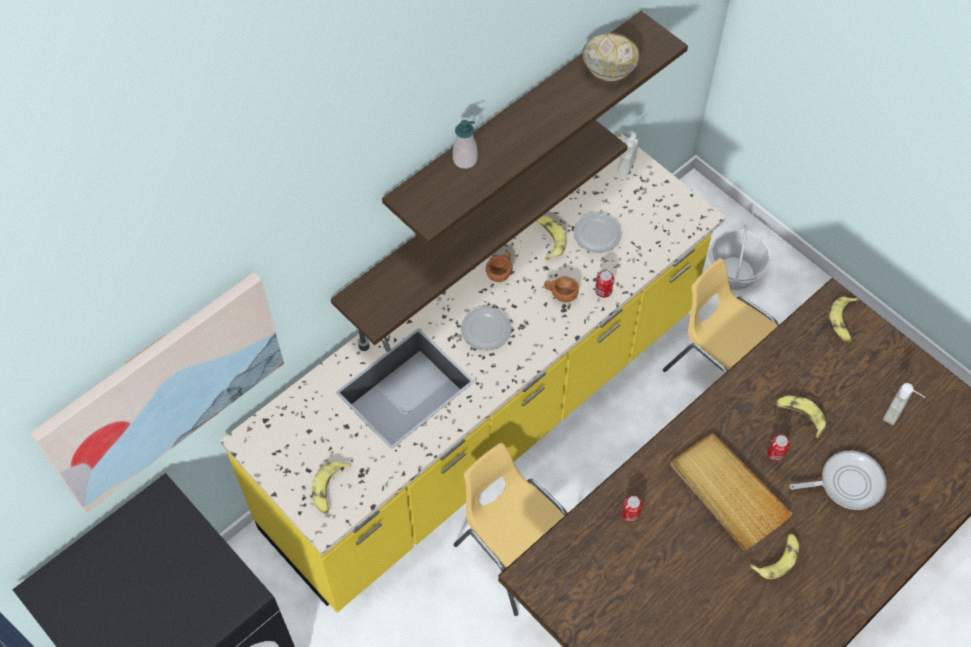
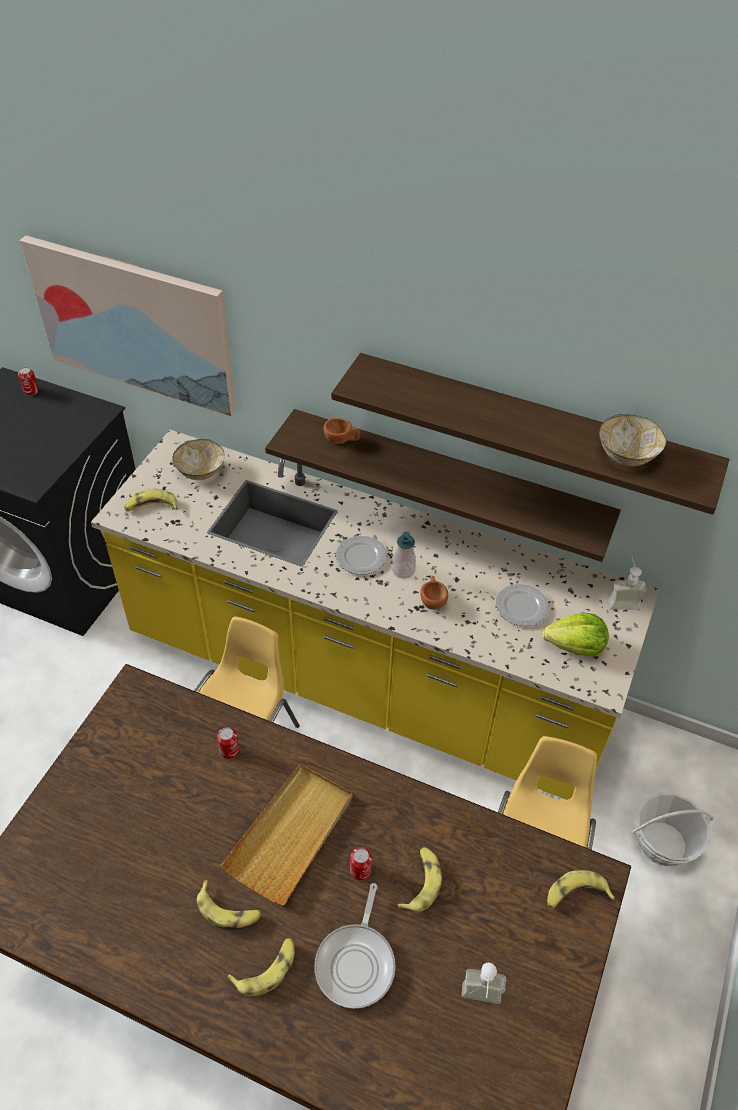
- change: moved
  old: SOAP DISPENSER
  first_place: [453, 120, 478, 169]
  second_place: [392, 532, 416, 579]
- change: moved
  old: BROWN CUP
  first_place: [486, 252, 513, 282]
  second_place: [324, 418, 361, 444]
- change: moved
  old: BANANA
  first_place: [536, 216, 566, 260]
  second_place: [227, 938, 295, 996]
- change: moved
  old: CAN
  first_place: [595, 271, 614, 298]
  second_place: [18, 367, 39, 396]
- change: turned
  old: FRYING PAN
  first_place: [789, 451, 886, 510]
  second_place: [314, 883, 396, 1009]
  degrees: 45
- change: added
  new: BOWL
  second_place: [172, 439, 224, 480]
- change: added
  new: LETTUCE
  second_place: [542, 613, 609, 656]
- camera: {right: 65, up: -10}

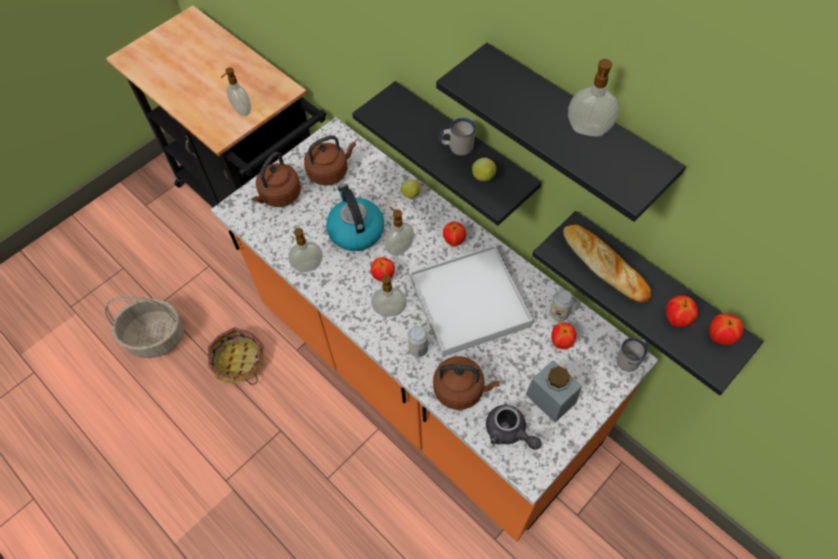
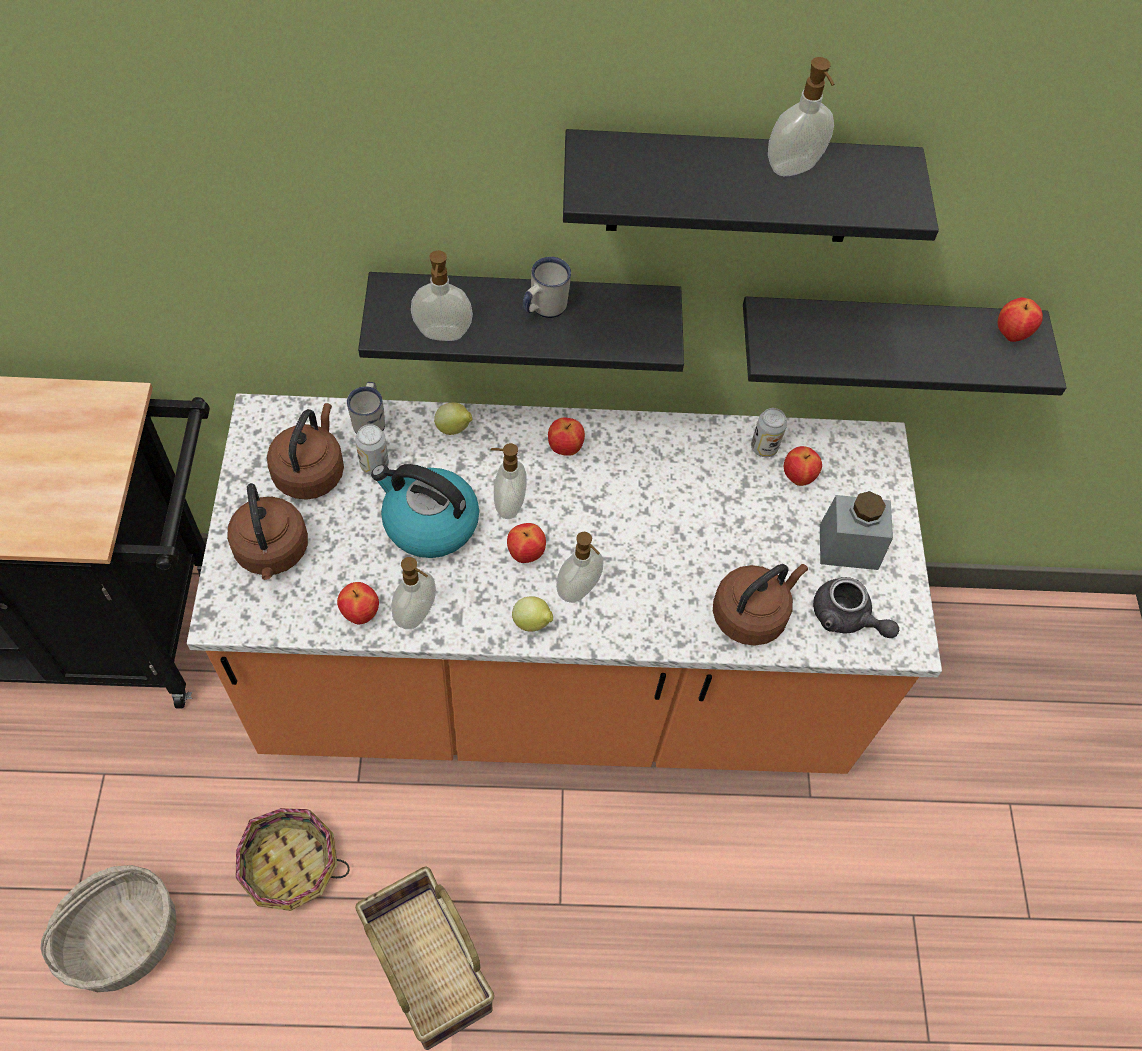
- change: moved
  old: SOAP DISPENSER
  first_place: [221, 67, 251, 116]
  second_place: [411, 250, 473, 341]
- change: moved
  old: CAN
  first_place: [408, 326, 428, 357]
  second_place: [355, 424, 389, 475]
- change: removed
  old: WHITE TRAY
  first_place: [410, 245, 532, 357]
- change: moved
  old: LEMON
  first_place: [472, 158, 496, 181]
  second_place: [512, 596, 553, 631]
- change: turned
  old: GREY TEAPOT
  first_place: [486, 405, 542, 450]
  second_place: [813, 577, 899, 638]
  degrees: 45
- change: removed
  old: BREAD
  first_place: [563, 224, 651, 303]
- change: moved
  old: WHITE MUG
  first_place: [617, 337, 648, 371]
  second_place: [347, 382, 385, 434]
- change: moved
  old: APPLE
  first_place: [666, 295, 698, 327]
  second_place: [337, 582, 379, 624]
- change: added
  new: BASKET
  second_place: [355, 866, 495, 1050]
- camera: {right: -50, up: 0}

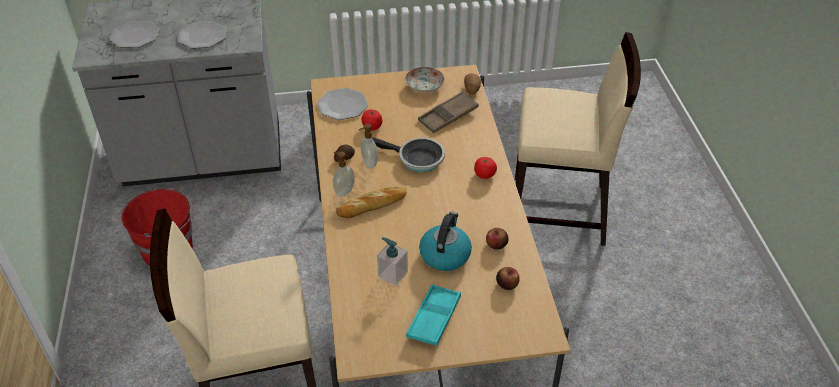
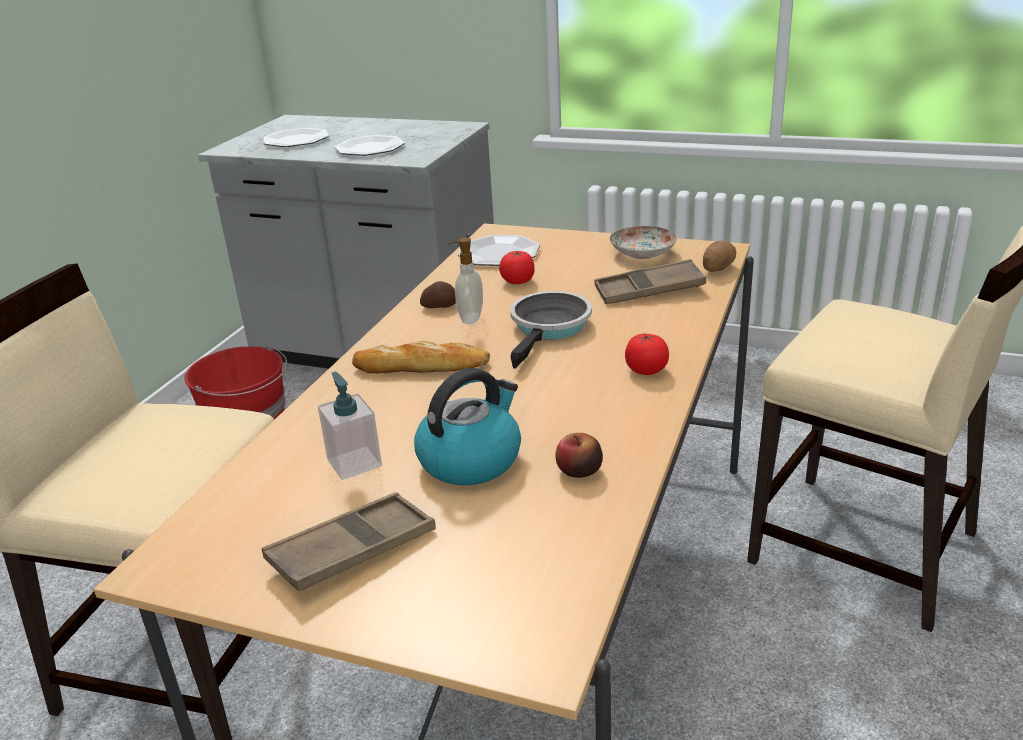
- change: removed
  old: SOAP DISPENSER
  first_place: [333, 152, 355, 197]
- change: turned
  old: FRYING PAN
  first_place: [372, 137, 445, 172]
  second_place: [510, 291, 592, 369]
  degrees: -120
- change: recoloured
  old: TURQUOISE TRAY
  new: BROWN TRAY
  first_place: [406, 284, 461, 346]
  second_place: [262, 492, 436, 591]
- change: removed
  old: APPLE
  first_place: [496, 267, 520, 290]
- camera: {right: 30, up: -15}

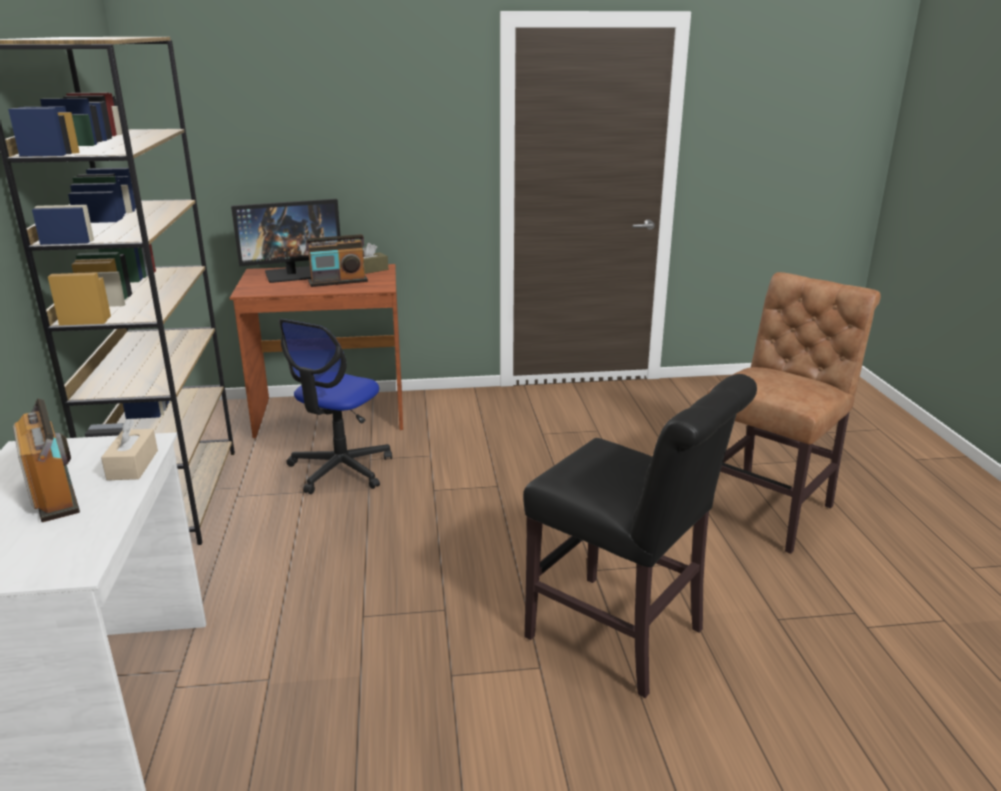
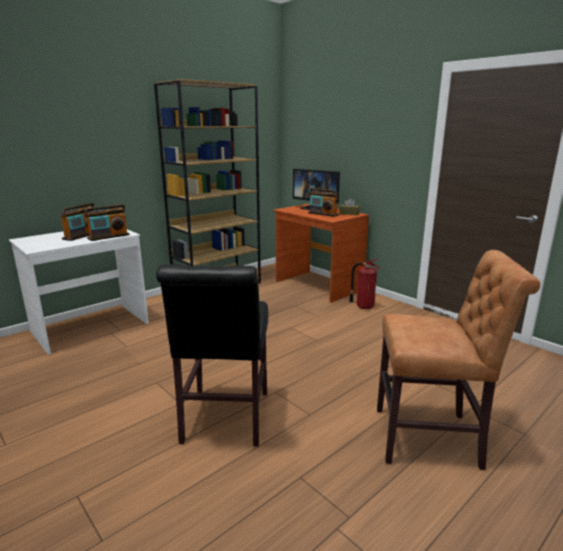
- change: replaced
  old: BEIGE TISSUE BOX
  new: RADIO
  first_place: [101, 419, 158, 480]
  second_place: [85, 204, 130, 241]
- change: removed
  old: OFFICE CHAIR
  first_place: [279, 319, 392, 494]
- change: added
  new: FIRE EXTINGUISHER
  second_place: [349, 259, 380, 309]
- camera: {right: 55, up: -5}

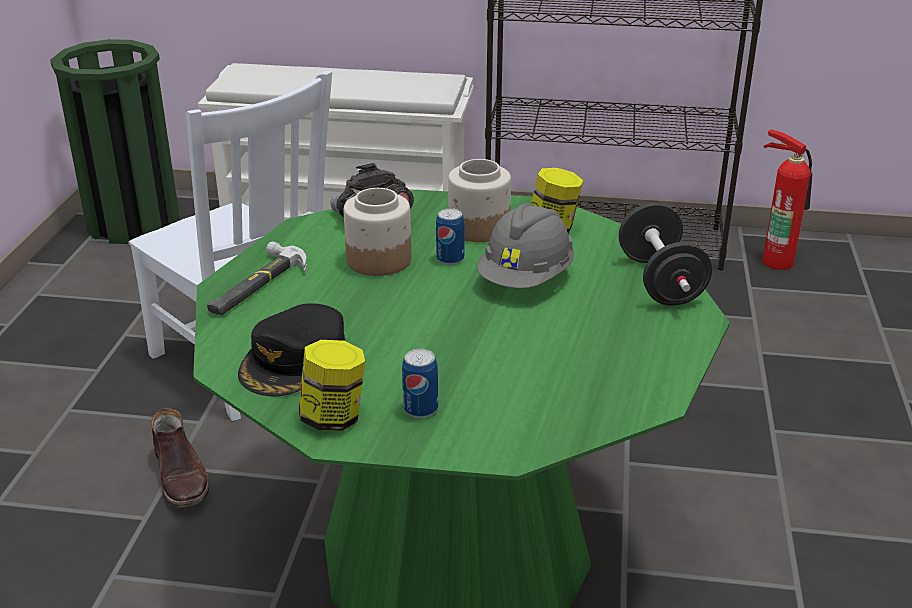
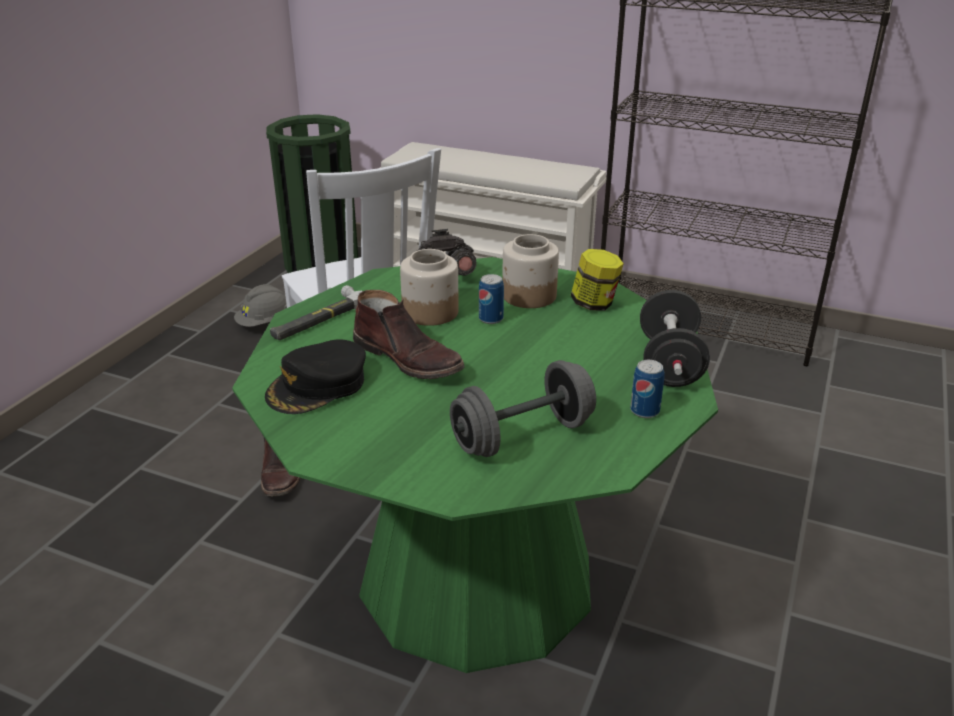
- change: removed
  old: JAR
  first_place: [299, 340, 365, 431]
- change: moved
  old: CAN
  first_place: [402, 349, 438, 418]
  second_place: [630, 360, 664, 418]
- change: moved
  old: GREY HARD HAT
  first_place: [477, 203, 574, 288]
  second_place: [234, 284, 287, 327]
- change: removed
  old: FIRE EXTINGUISHER
  first_place: [763, 129, 812, 270]
- change: added
  new: BROWN BOOT
  second_place: [353, 290, 465, 379]
- change: added
  new: GREY DUMBBELL
  second_place: [450, 360, 596, 457]
- camera: {right: 15, up: 0}

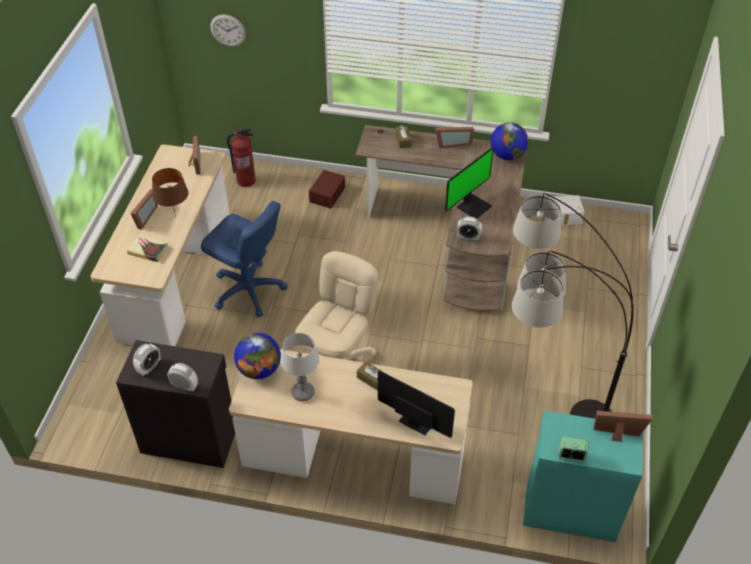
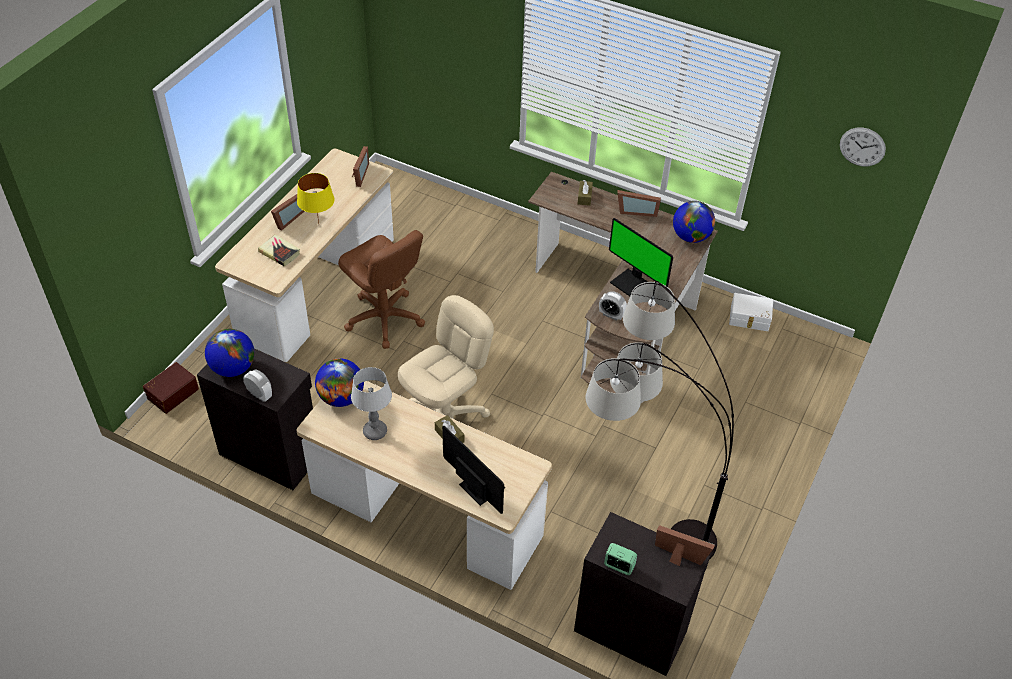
- change: replaced
  old: ALARM CLOCK
  new: GLOBE
  first_place: [133, 343, 161, 376]
  second_place: [205, 329, 254, 377]
- change: recoloured
  old: BROWN TABLE LAMP
  new: YELLOW TABLE LAMP
  first_place: [152, 168, 189, 218]
  second_place: [297, 173, 335, 223]
- change: recoloured
  old: BLUE OFFICE CHAIR
  new: BROWN OFFICE CHAIR
  first_place: [201, 201, 287, 317]
  second_place: [338, 230, 425, 349]
- change: moved
  old: WALL CLOCK
  first_place: [210, 15, 246, 46]
  second_place: [840, 127, 886, 166]
- change: removed
  old: FIRE EXTINGUISHER
  first_place: [227, 127, 256, 187]
- change: moved
  old: BROWN STORAGE BOX
  first_place: [309, 170, 345, 209]
  second_place: [143, 362, 199, 414]
- change: turned
  old: MONITOR
  first_place: [445, 148, 494, 219]
  second_place: [609, 218, 673, 296]
  degrees: 75
- change: recoloured
  old: TURQUOISE CABINET
  new: BLACK CABINET
  first_place: [523, 410, 643, 542]
  second_place: [574, 512, 710, 676]
- camera: {right: 15, up: 0}

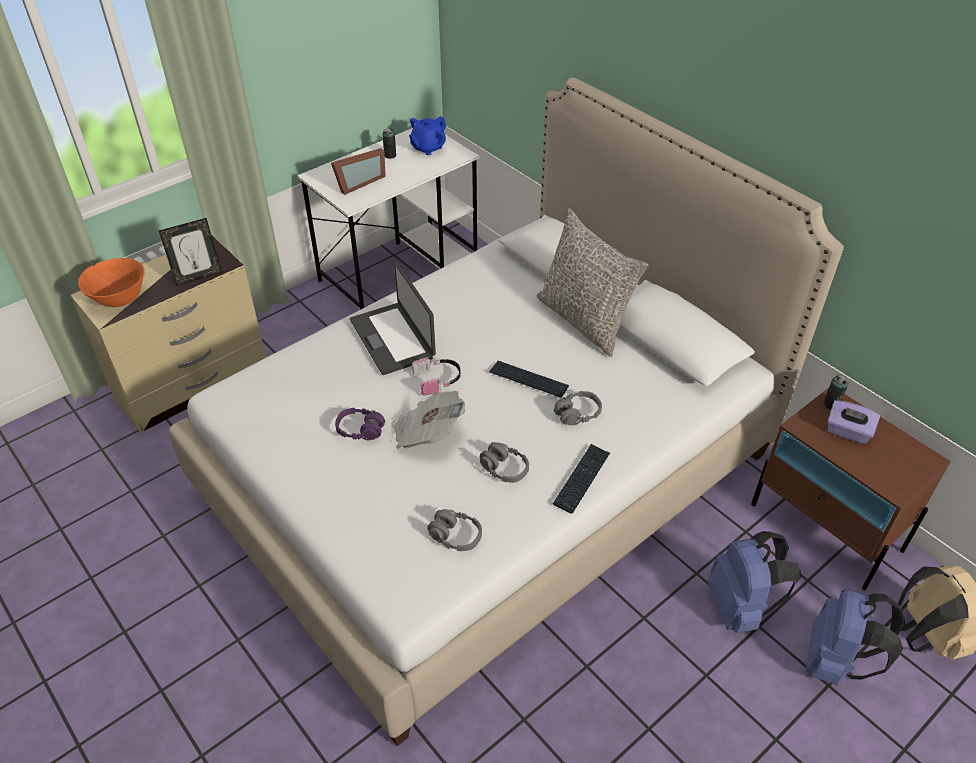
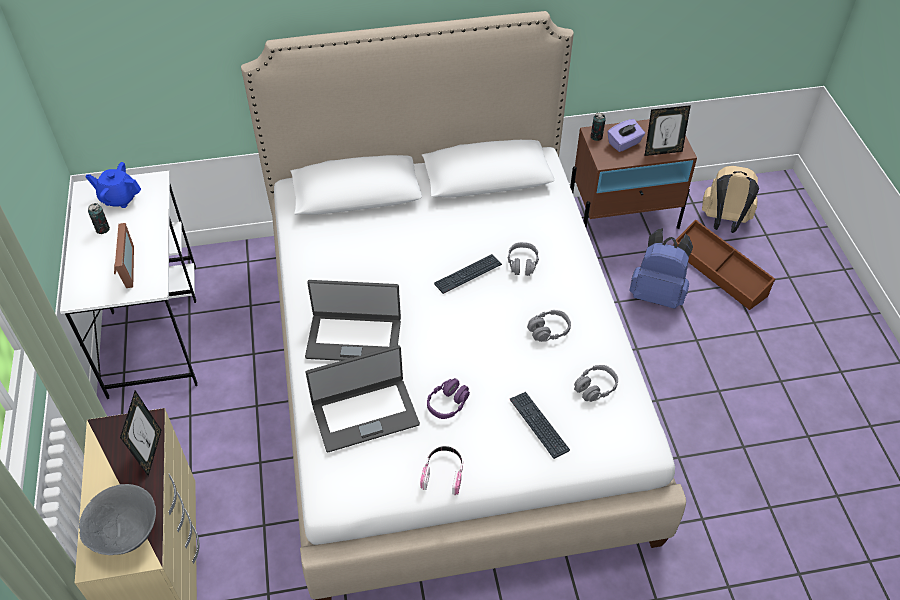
- change: recoloured
  old: ORANGE BOWL
  new: GREY BOWL
  first_place: [78, 258, 145, 307]
  second_place: [79, 484, 156, 555]
- change: removed
  old: NEWSPAPER
  first_place: [393, 391, 465, 449]
- change: turned
  old: BLUE TEAPOT
  first_place: [409, 116, 446, 155]
  second_place: [85, 162, 141, 208]
  degrees: 120
- change: moved
  old: HEADPHONES
  first_place: [412, 357, 461, 396]
  second_place: [420, 446, 464, 495]
- change: removed
  old: GREY PILLOW
  first_place: [537, 208, 649, 357]
- change: moved
  old: KEYBOARD
  first_place: [553, 444, 610, 514]
  second_place: [509, 392, 570, 459]
- change: replaced
  old: BLUE BACKPACK
  new: BROWN STORAGE BOX
  first_place: [806, 589, 905, 686]
  second_place: [673, 220, 775, 310]
- change: added
  new: LAPTOP
  second_place: [306, 345, 420, 453]
- change: added
  new: PICTURE FRAME
  second_place: [645, 105, 691, 156]
- camera: {right: -60, up: 5}

